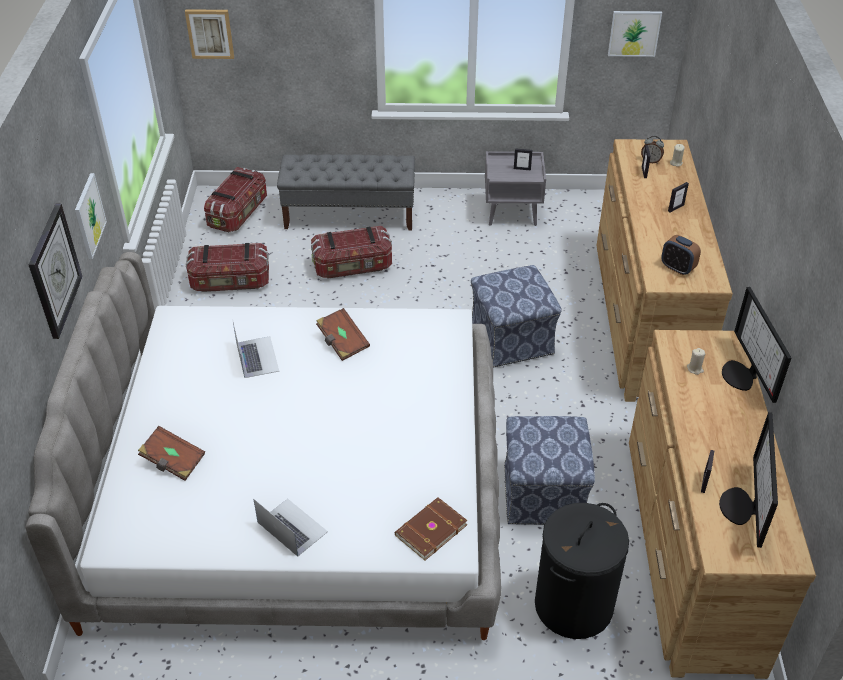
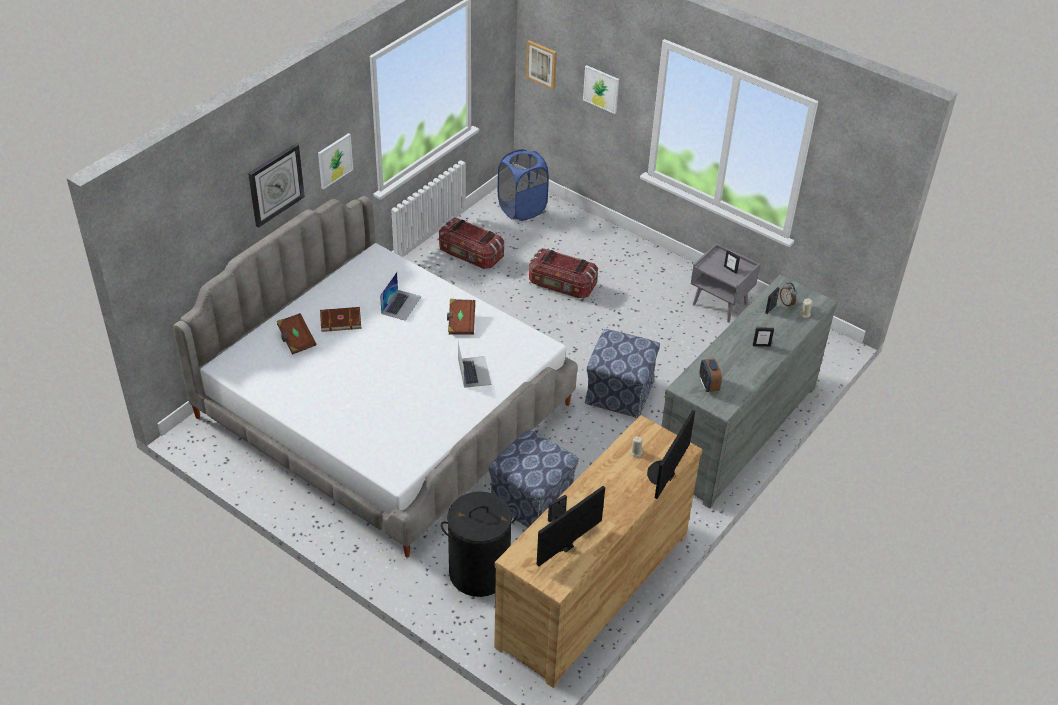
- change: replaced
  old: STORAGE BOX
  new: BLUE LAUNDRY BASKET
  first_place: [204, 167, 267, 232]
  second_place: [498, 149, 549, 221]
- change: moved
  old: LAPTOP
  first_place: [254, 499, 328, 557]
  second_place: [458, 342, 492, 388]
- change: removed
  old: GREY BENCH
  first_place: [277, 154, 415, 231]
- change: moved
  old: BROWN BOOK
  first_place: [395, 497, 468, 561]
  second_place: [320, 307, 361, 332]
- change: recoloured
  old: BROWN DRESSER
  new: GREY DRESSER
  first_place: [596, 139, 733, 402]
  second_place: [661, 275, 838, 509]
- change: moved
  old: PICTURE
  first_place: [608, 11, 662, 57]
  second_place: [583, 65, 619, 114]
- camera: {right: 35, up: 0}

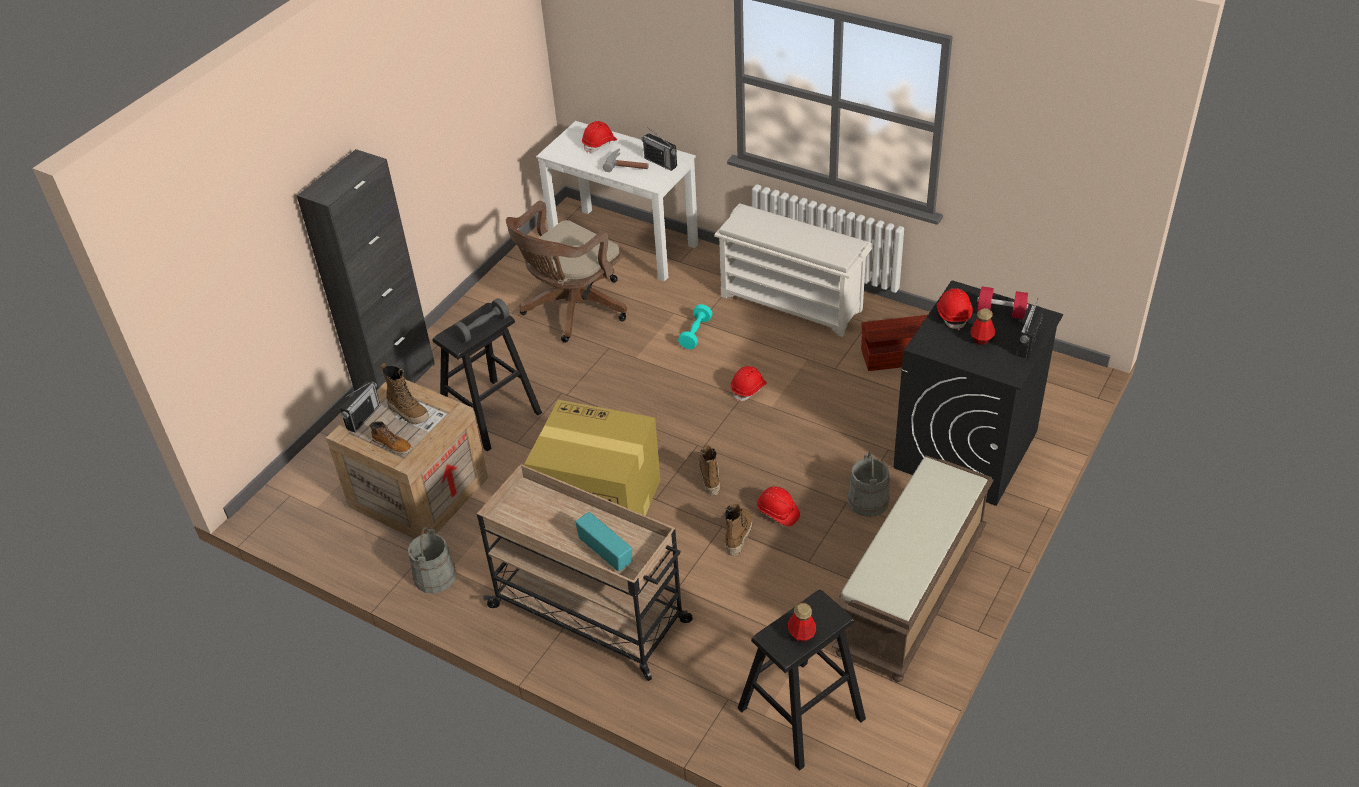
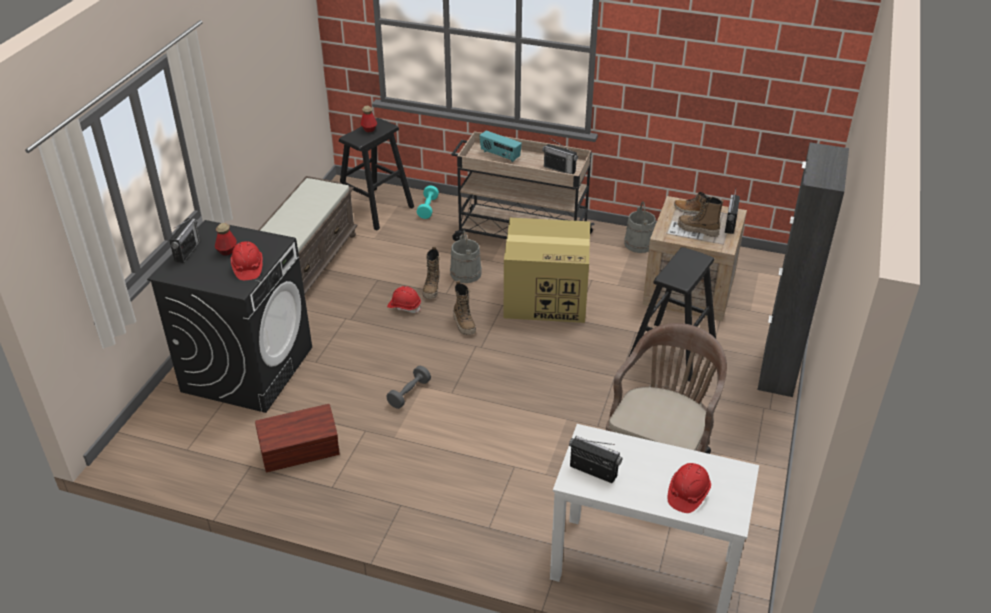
- change: moved
  old: GREY DUMBBELL
  first_place: [453, 298, 509, 343]
  second_place: [387, 366, 431, 409]
- change: removed
  old: HAMMER
  first_place: [603, 149, 649, 172]
- change: moved
  old: TURQUOISE DUMBBELL
  first_place: [678, 304, 712, 349]
  second_place: [417, 185, 439, 219]
- change: removed
  old: WHITE SHOE RACK
  first_place: [714, 203, 872, 337]
- change: removed
  old: RED HARD HAT
  first_place: [731, 366, 767, 402]
- change: moved
  old: GREY BUCKET
  first_place: [847, 451, 890, 517]
  second_place: [450, 230, 482, 283]
- change: removed
  old: RED DUMBBELL
  first_place: [977, 286, 1029, 319]
- change: added
  new: RADIO
  second_place: [542, 138, 578, 174]
- camera: {right: 165, up: -5}

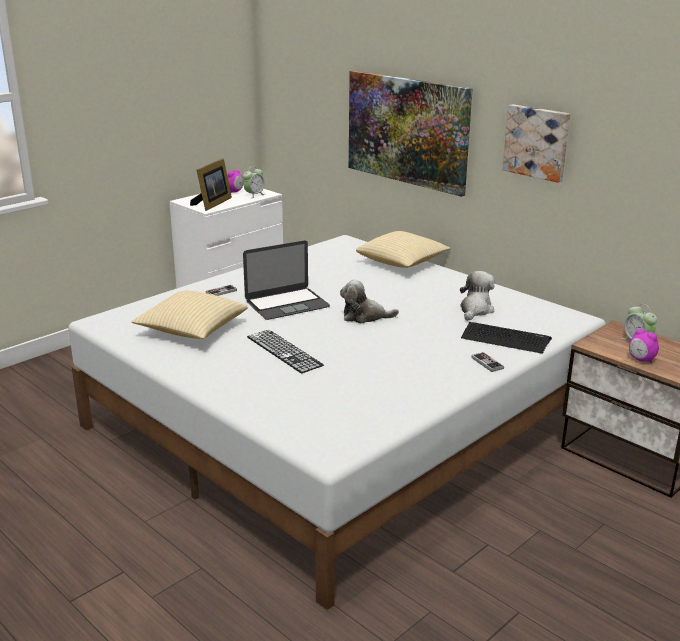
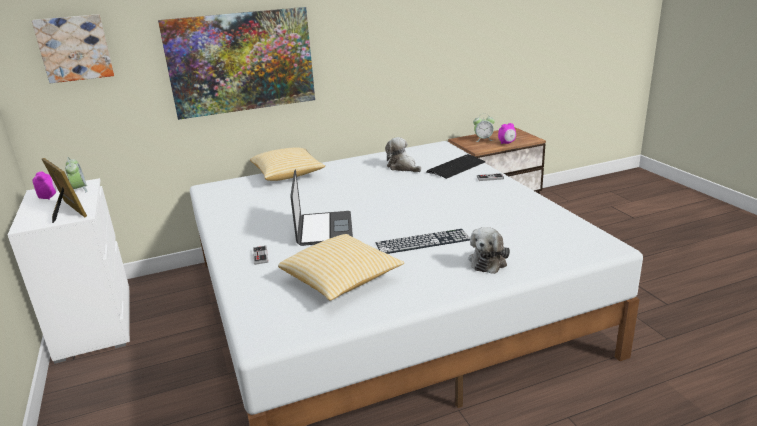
- change: moved
  old: PLUSH TOY
  first_place: [340, 279, 399, 324]
  second_place: [468, 227, 510, 274]
- change: moved
  old: PICTURE
  first_place: [503, 104, 570, 183]
  second_place: [32, 14, 114, 83]
- camera: {right: -65, up: 0}

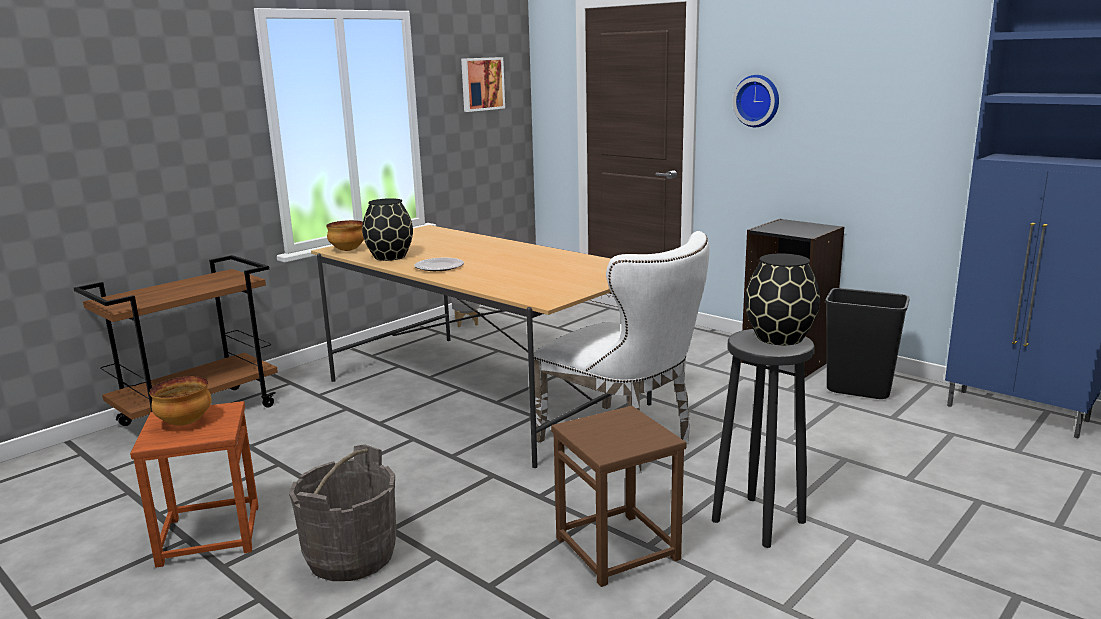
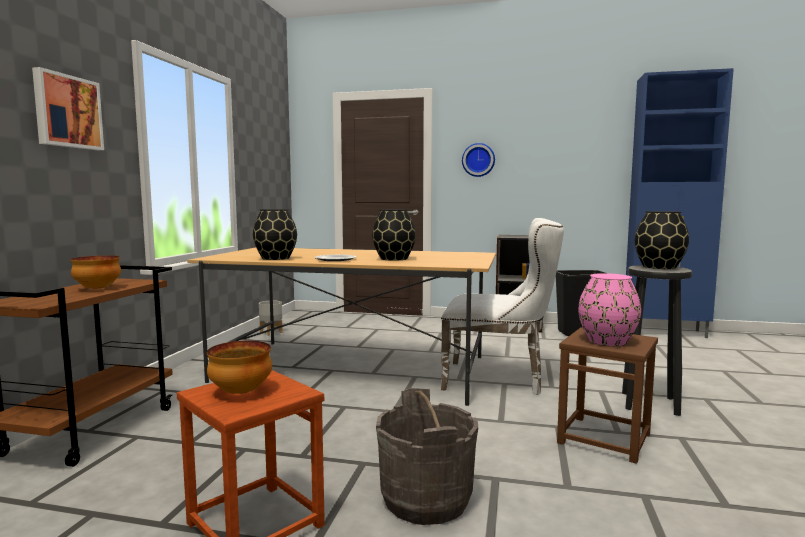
- change: moved
  old: BOWL
  first_place: [326, 220, 364, 251]
  second_place: [70, 256, 121, 289]
- change: moved
  old: PICTURE
  first_place: [461, 57, 505, 112]
  second_place: [32, 67, 104, 150]
- change: added
  new: BLACK VASE
  second_place: [372, 209, 416, 261]
- change: added
  new: PINK VASE
  second_place: [578, 273, 641, 346]
- camera: {right: -30, up: -10}

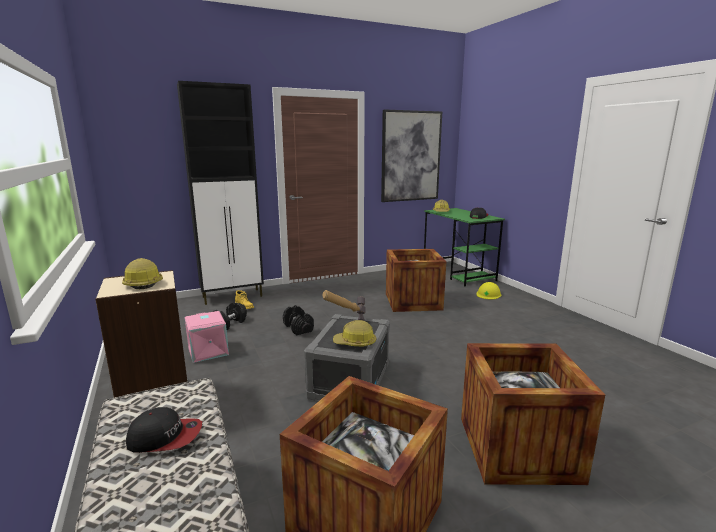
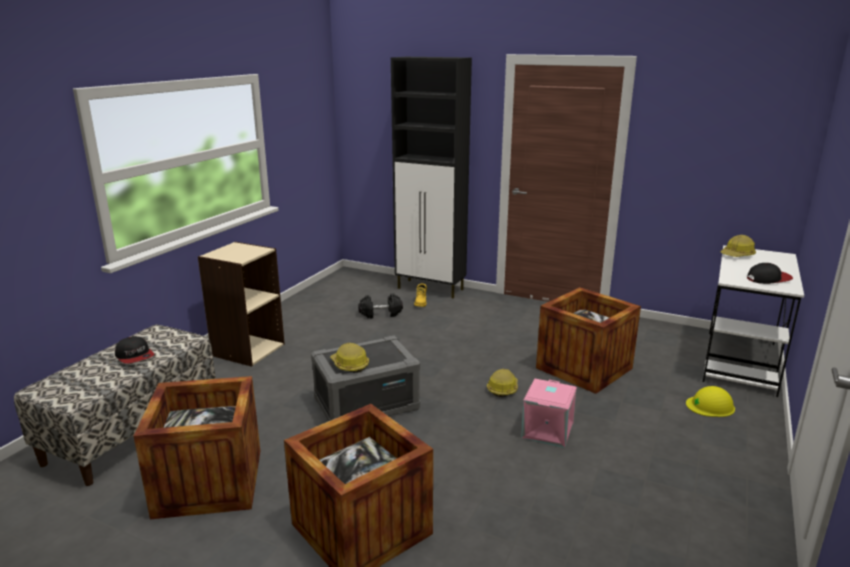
- change: moved
  old: HARD HAT
  first_place: [122, 258, 163, 289]
  second_place: [487, 369, 518, 397]
- change: moved
  old: PINK STORAGE BOX
  first_place: [185, 311, 229, 363]
  second_place: [521, 379, 577, 448]
- change: removed
  old: BLACK DUMBBELL
  first_place: [283, 305, 314, 335]
- change: removed
  old: HAMMER
  first_place: [323, 290, 366, 321]
- change: removed
  old: PICTURE
  first_place: [381, 109, 442, 202]
- change: recoloured
  old: GREEN DESK
  new: WHITE DESK
  first_place: [424, 208, 505, 287]
  second_place: [703, 245, 804, 397]
- camera: {right: 50, up: 5}

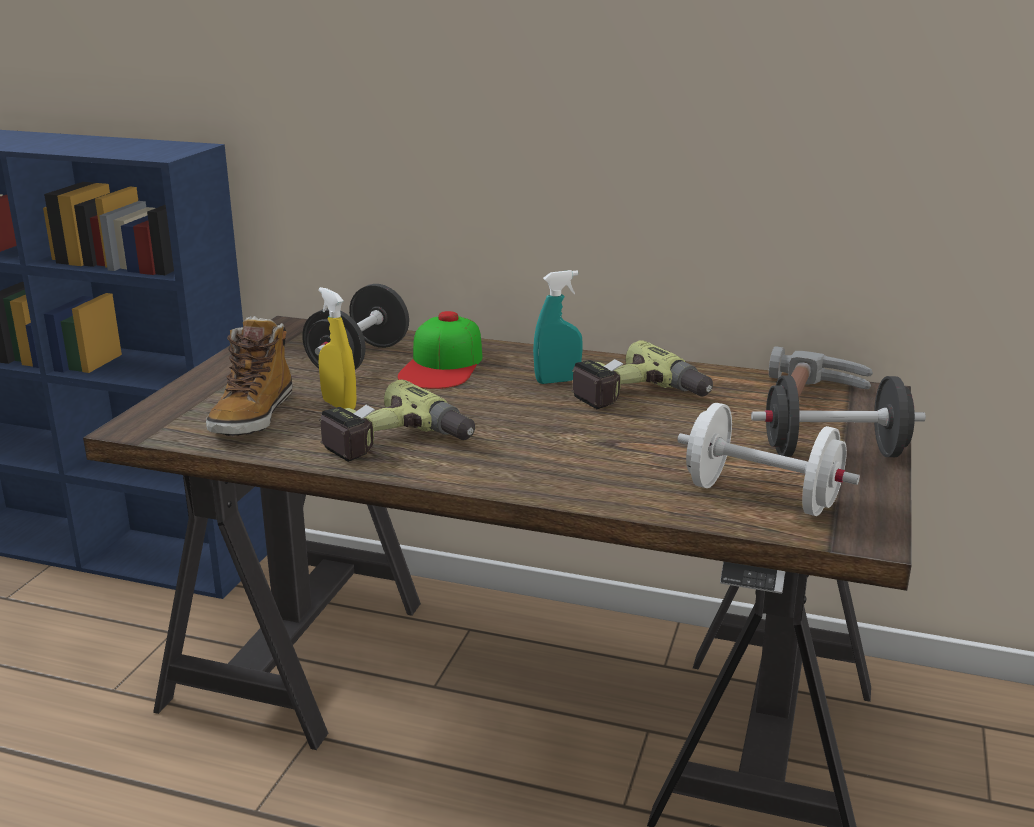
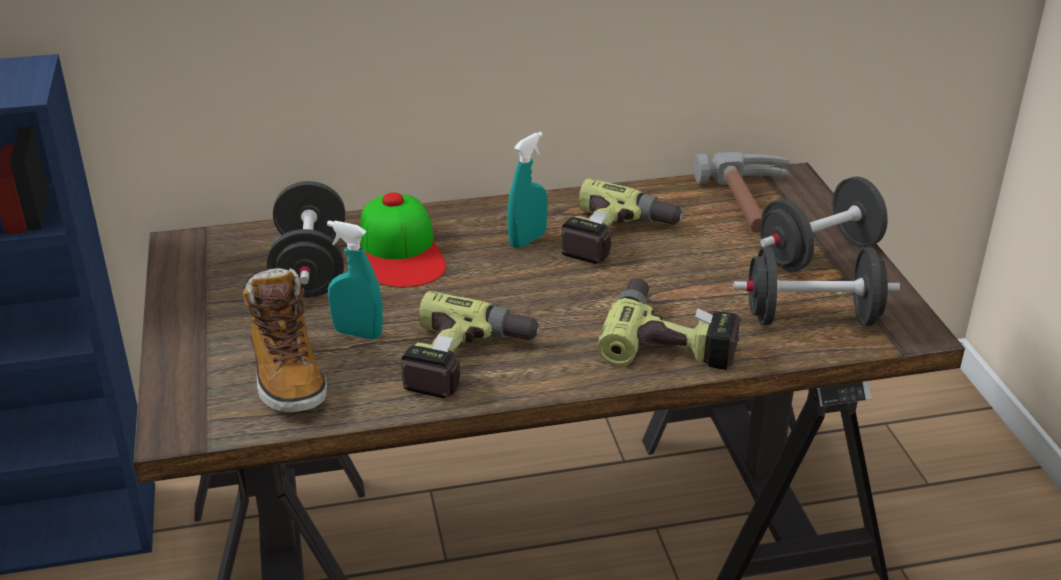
- change: recoloured
  old: YELLOW SPRAY BOTTLE
  new: TURQUOISE SPRAY BOTTLE
  first_place: [318, 287, 357, 410]
  second_place: [327, 220, 383, 340]
- change: recoloured
  old: WHITE DUMBBELL
  new: BLACK DUMBBELL
  first_place: [677, 403, 860, 516]
  second_place: [733, 247, 900, 326]
- change: added
  new: POWER DRILL
  second_place: [598, 278, 742, 370]
- camera: {right: -30, up: 10}

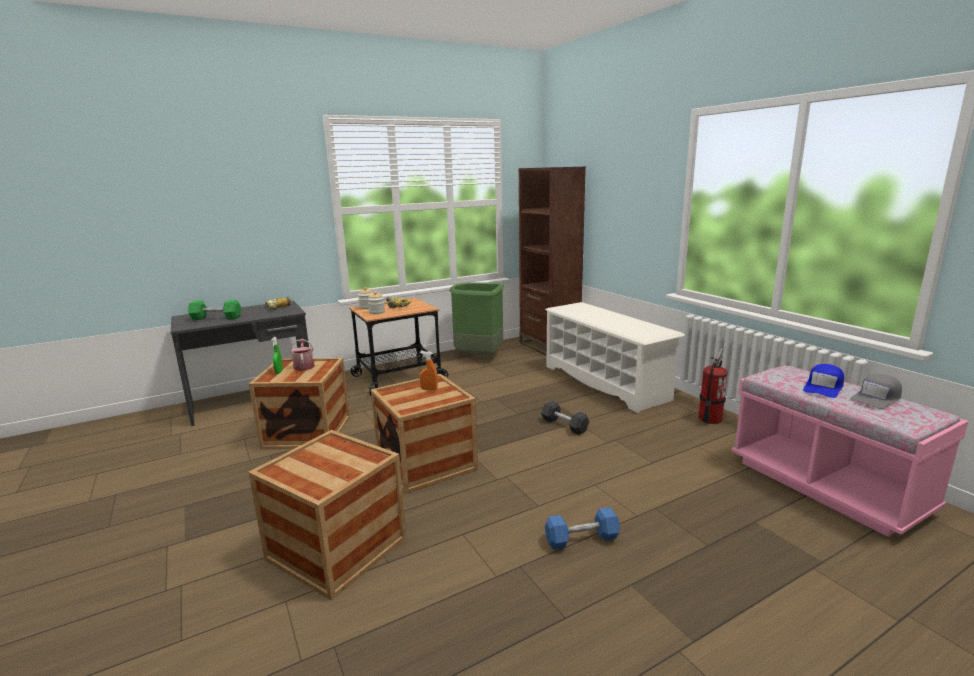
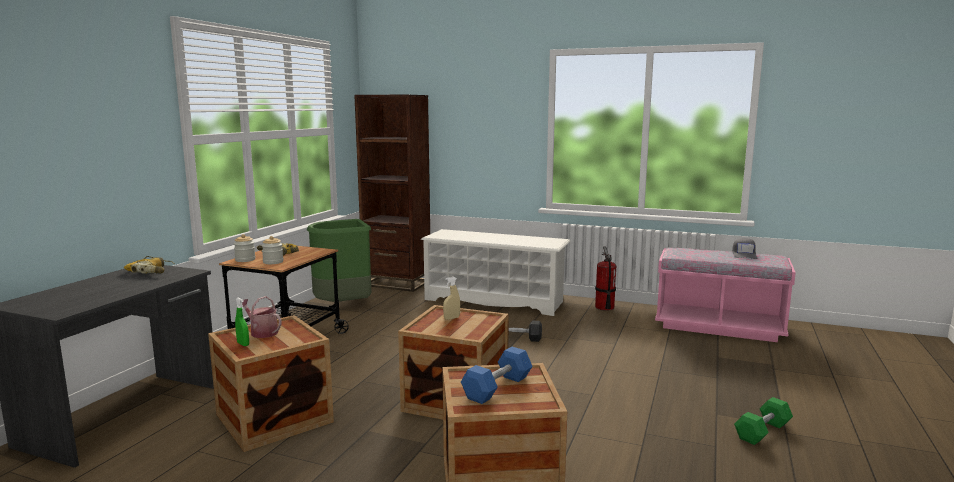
- change: moved
  old: GREEN DUMBBELL
  first_place: [188, 300, 241, 320]
  second_place: [734, 397, 793, 445]
- change: recoloured
  old: ORANGE SPRAY BOTTLE
  new: BEIGE SPRAY BOTTLE
  first_place: [419, 351, 438, 390]
  second_place: [443, 277, 460, 320]
- change: moved
  old: BLUE DUMBBELL
  first_place: [545, 507, 620, 550]
  second_place: [461, 347, 533, 404]
- change: removed
  old: BLUE CAP
  first_place: [803, 364, 844, 398]
- camera: {right: -40, up: -5}

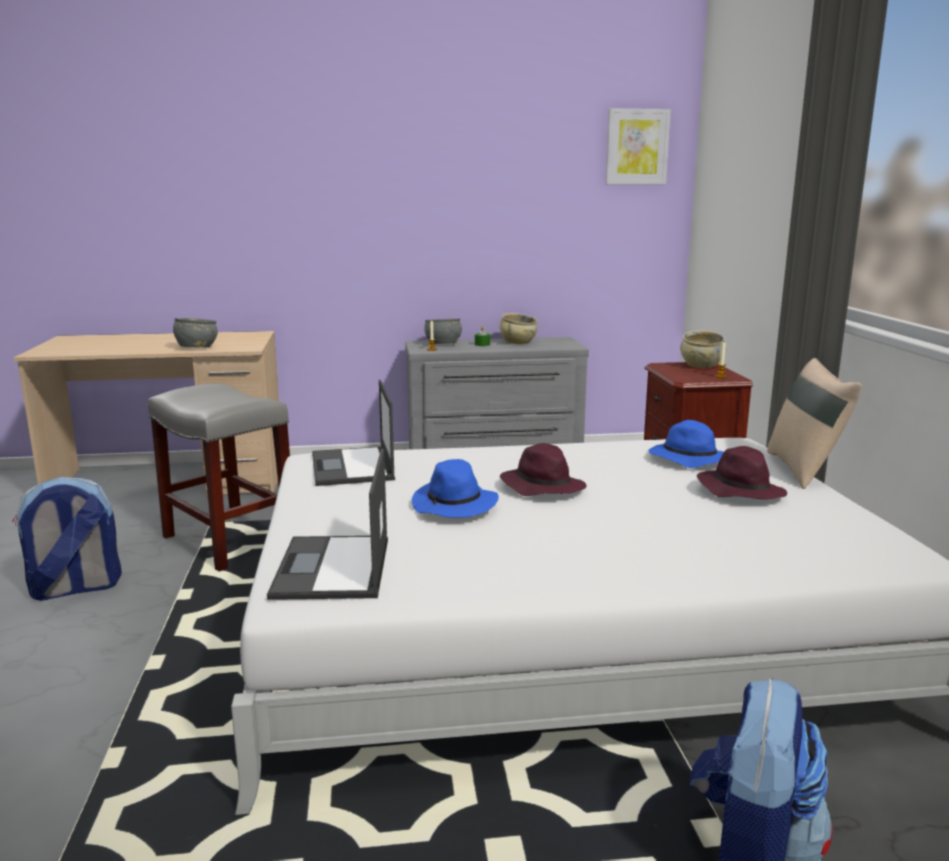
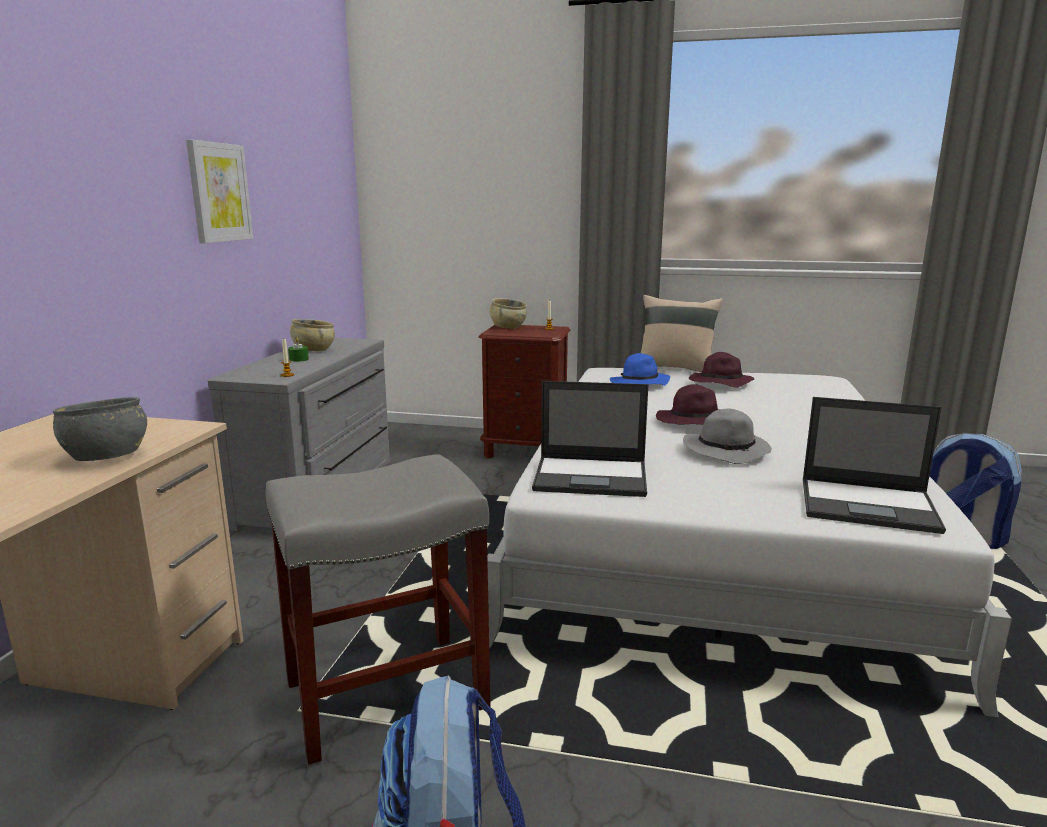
- change: recoloured
  old: BLUE HAT
  new: GREY HAT
  first_place: [412, 459, 499, 518]
  second_place: [683, 408, 772, 464]
- change: removed
  old: GREY BOWL
  first_place: [424, 318, 462, 344]
- change: moved
  old: PICTURE
  first_place: [605, 108, 671, 184]
  second_place: [186, 140, 253, 243]
- camera: {right: -70, up: 0}

